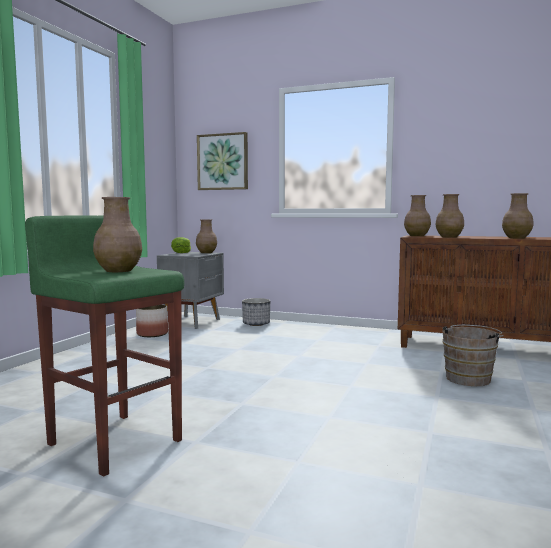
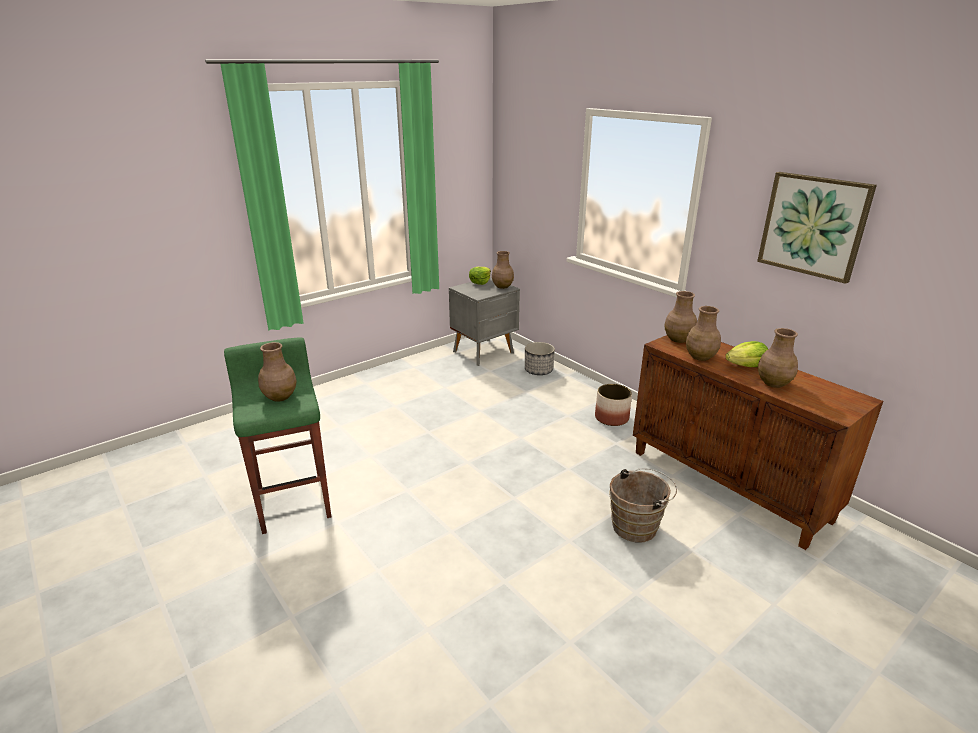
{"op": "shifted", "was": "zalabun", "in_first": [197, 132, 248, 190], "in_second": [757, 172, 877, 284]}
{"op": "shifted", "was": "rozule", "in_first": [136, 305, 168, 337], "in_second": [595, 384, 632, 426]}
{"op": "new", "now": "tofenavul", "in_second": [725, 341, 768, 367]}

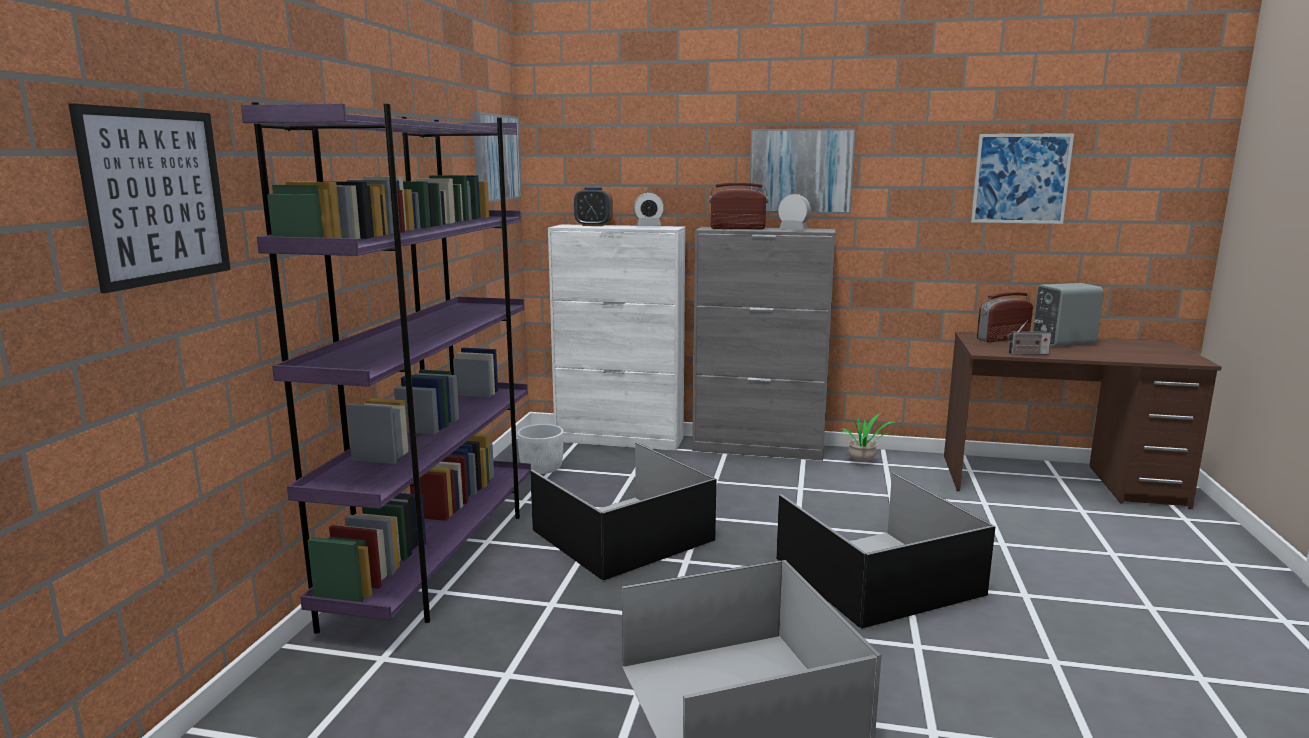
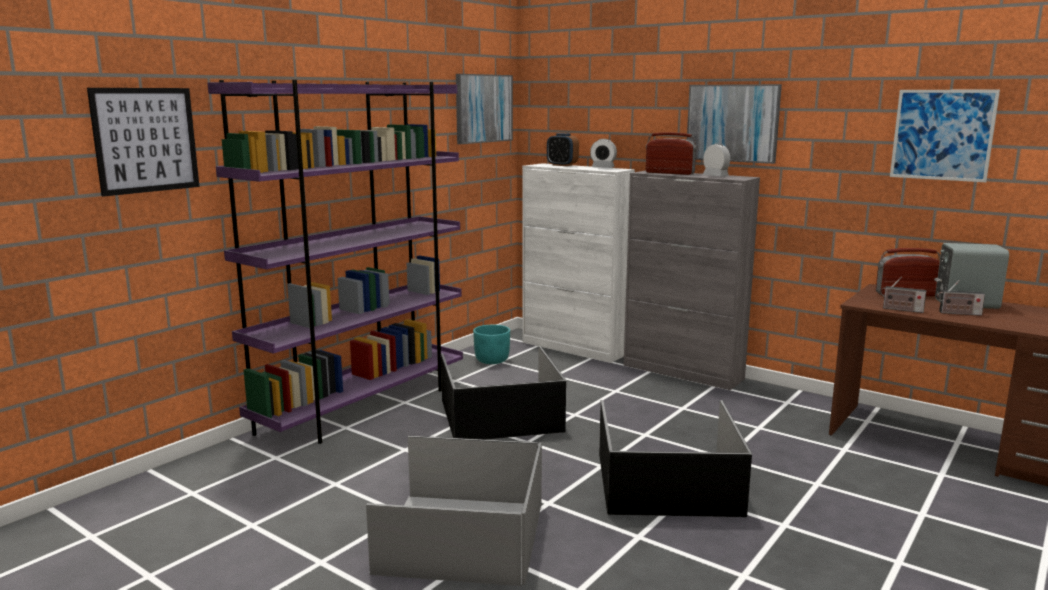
{"op": "gone", "was": "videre", "in_first": [841, 413, 894, 462]}
{"op": "repainted", "was": "white rozule", "now": "turquoise rozule", "in_first": [517, 424, 563, 474], "in_second": [473, 325, 510, 364]}
{"op": "new", "now": "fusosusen", "in_second": [937, 280, 985, 316]}

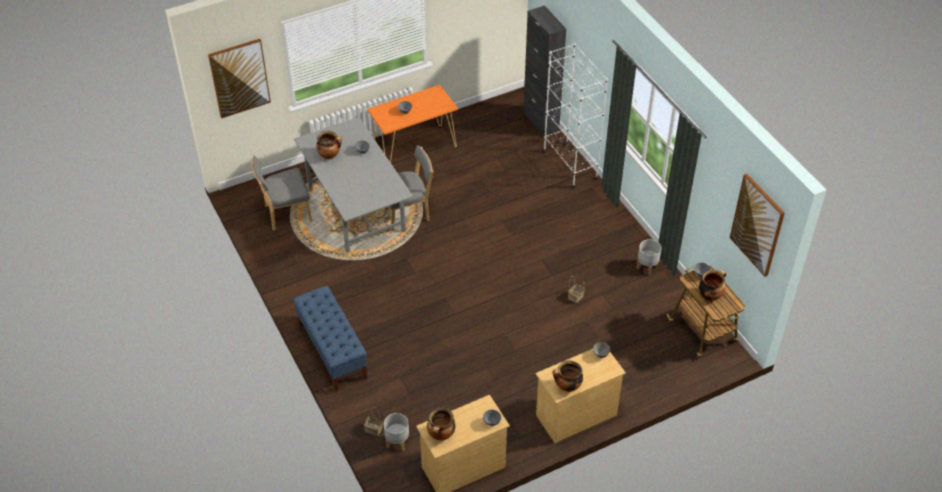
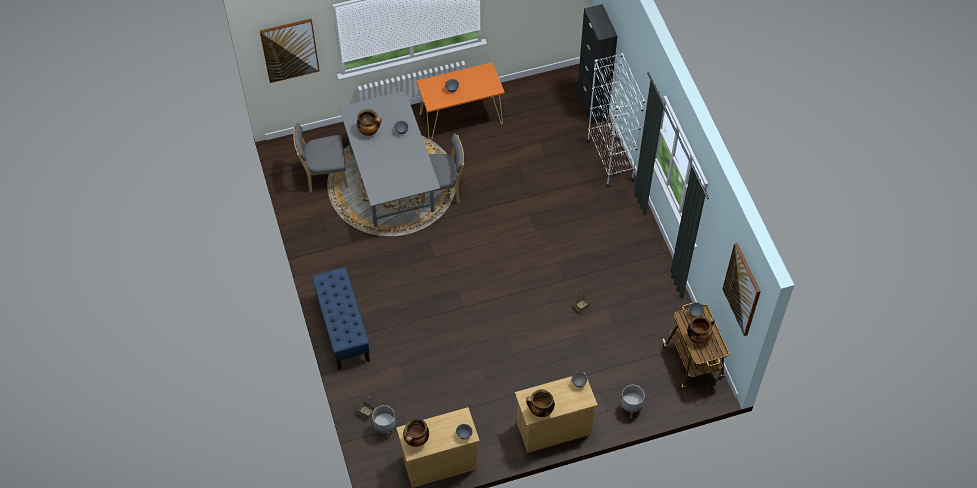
{"op": "shifted", "was": "grey rozule", "in_first": [637, 239, 662, 275], "in_second": [620, 385, 645, 418]}

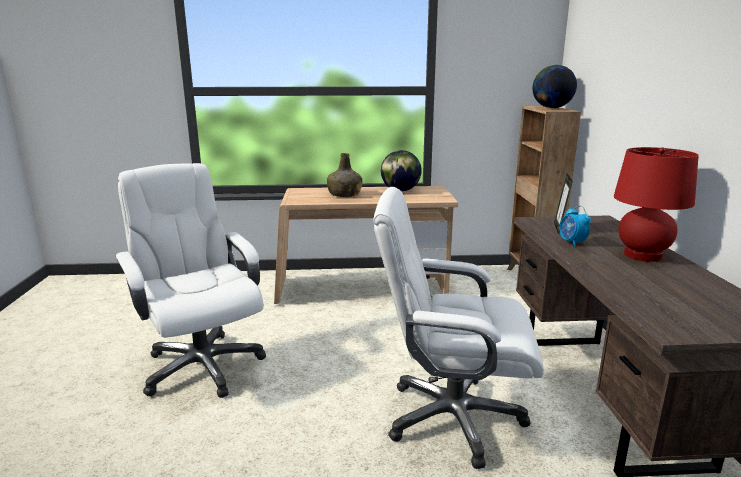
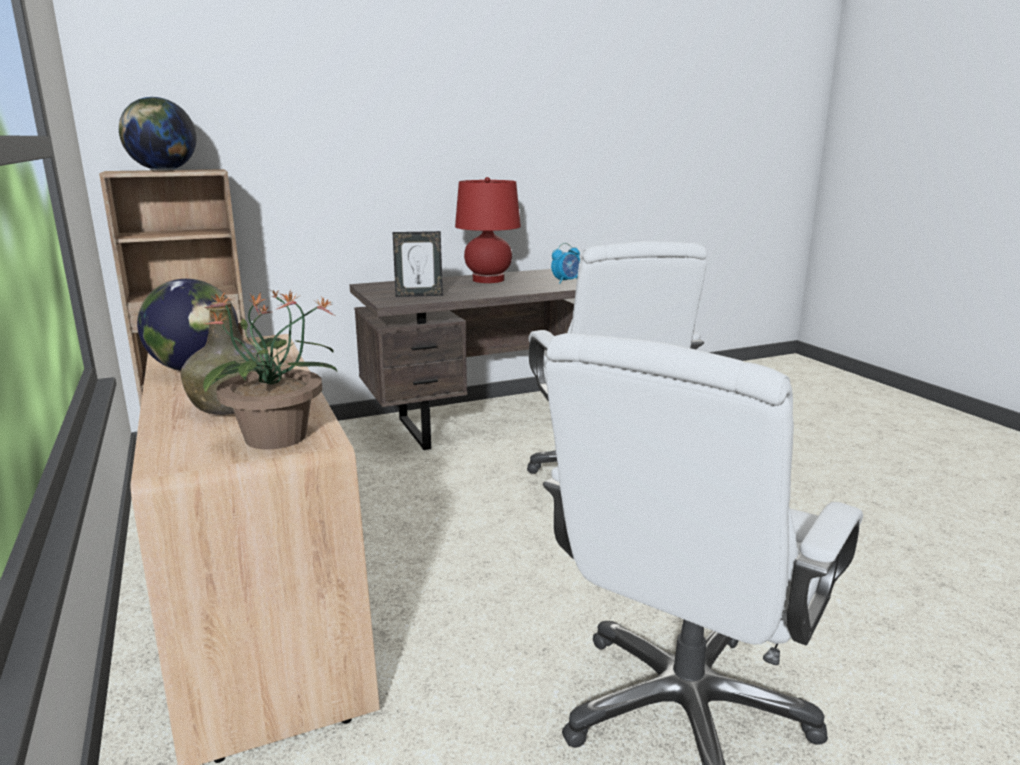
{"op": "shifted", "was": "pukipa", "in_first": [560, 206, 591, 247], "in_second": [551, 243, 580, 283]}
{"op": "new", "now": "videre", "in_second": [203, 290, 338, 449]}

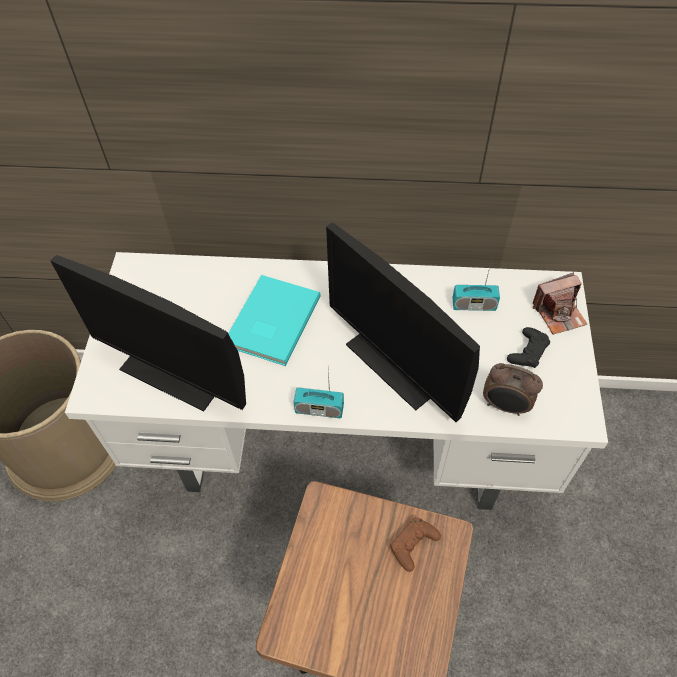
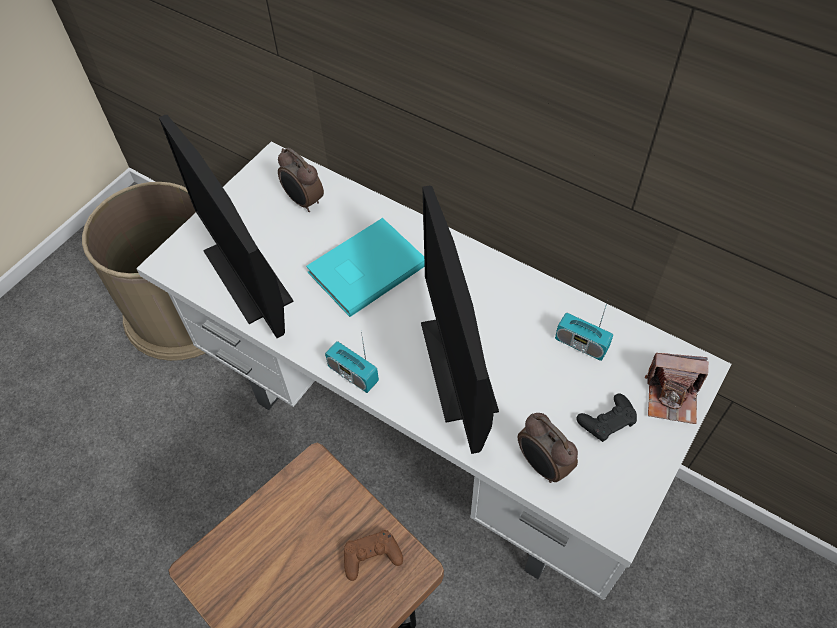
{"op": "new", "now": "pukipa", "in_second": [278, 148, 324, 212]}

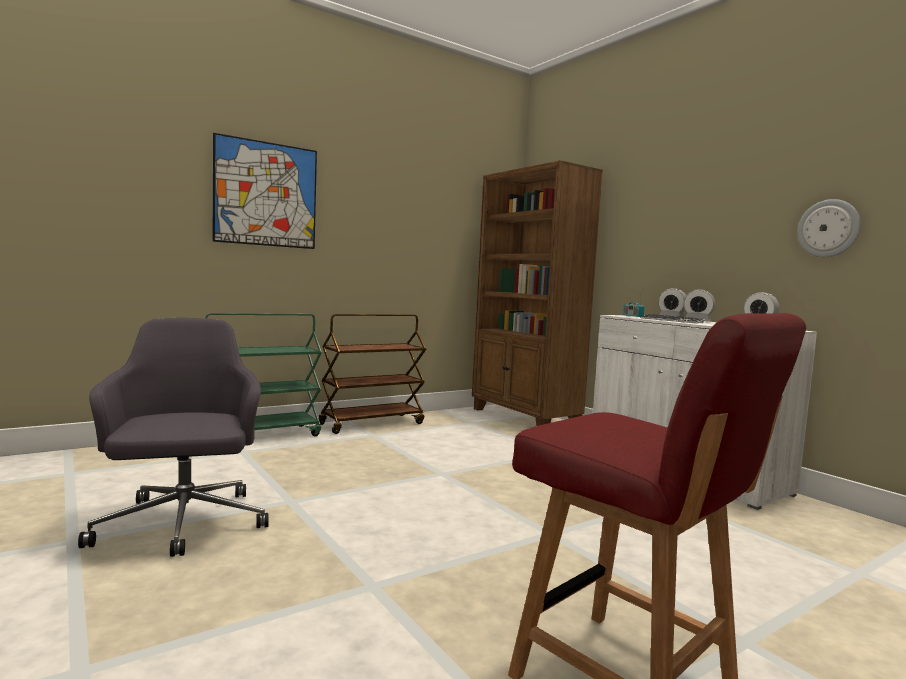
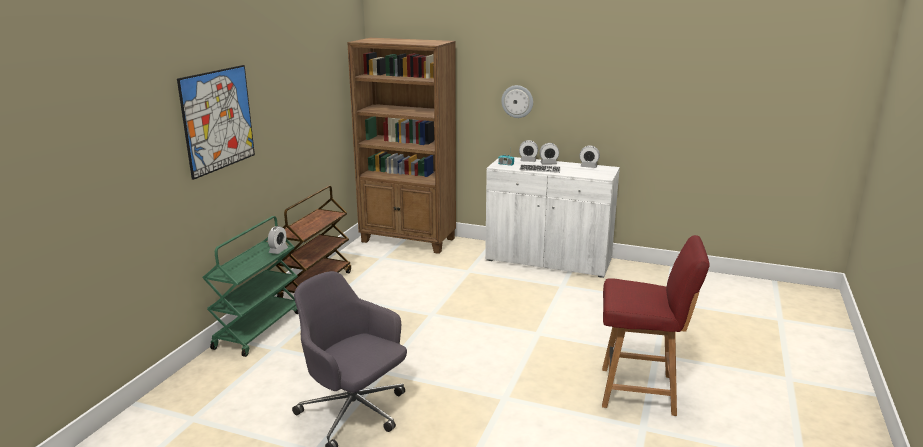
{"op": "shifted", "was": "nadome", "in_first": [797, 199, 861, 257], "in_second": [501, 85, 533, 118]}
{"op": "new", "now": "pukipa", "in_second": [268, 226, 288, 254]}

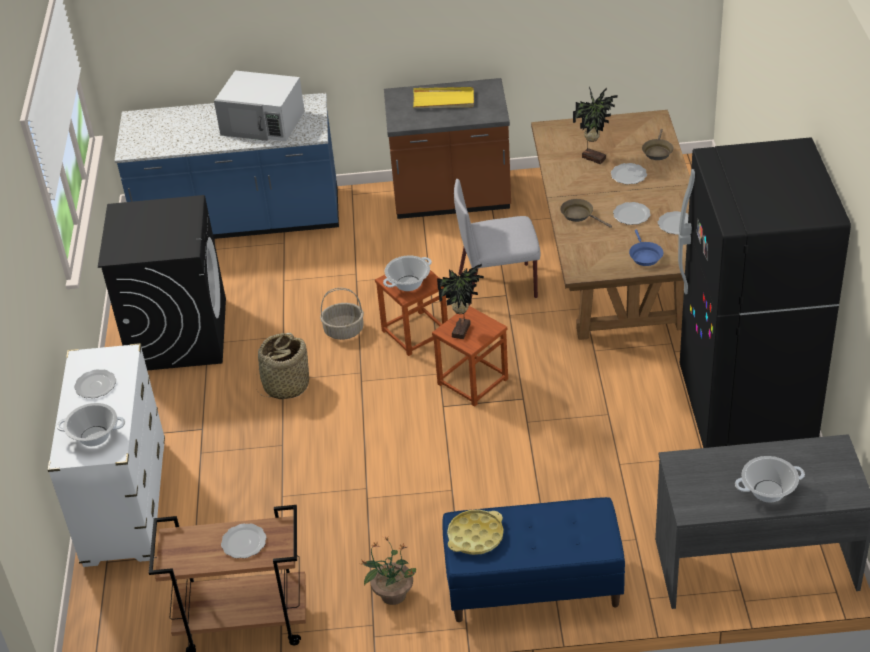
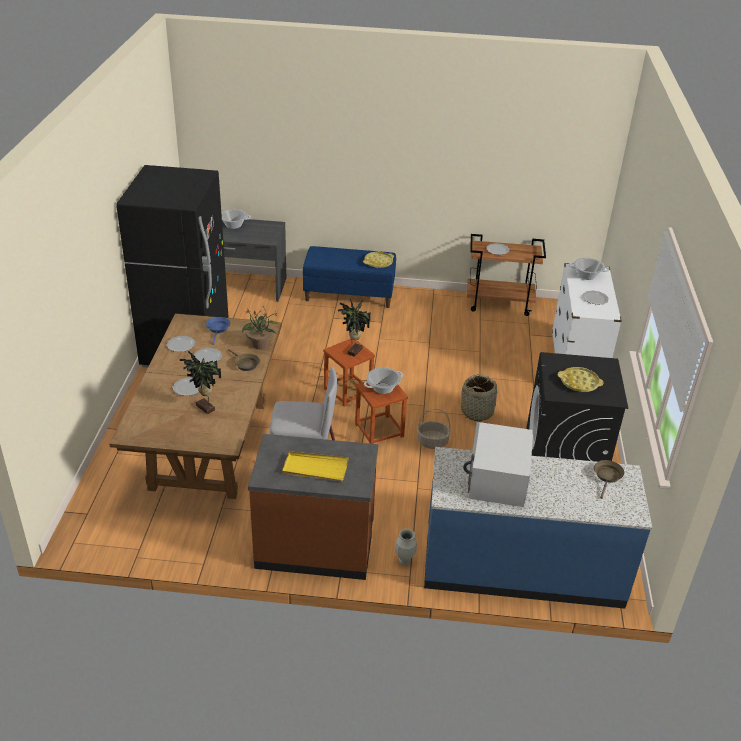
{"op": "rotated", "was": "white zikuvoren", "in_first": [214, 70, 305, 141], "in_second": [463, 422, 533, 507], "clockwise": -105}
{"op": "shifted", "was": "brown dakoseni", "in_first": [642, 129, 674, 160], "in_second": [594, 460, 624, 499]}
{"op": "shifted", "was": "videre", "in_first": [360, 537, 416, 605], "in_second": [242, 306, 278, 349]}
{"op": "new", "now": "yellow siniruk", "in_second": [558, 367, 603, 392]}
{"op": "new", "now": "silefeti", "in_second": [395, 529, 417, 565]}

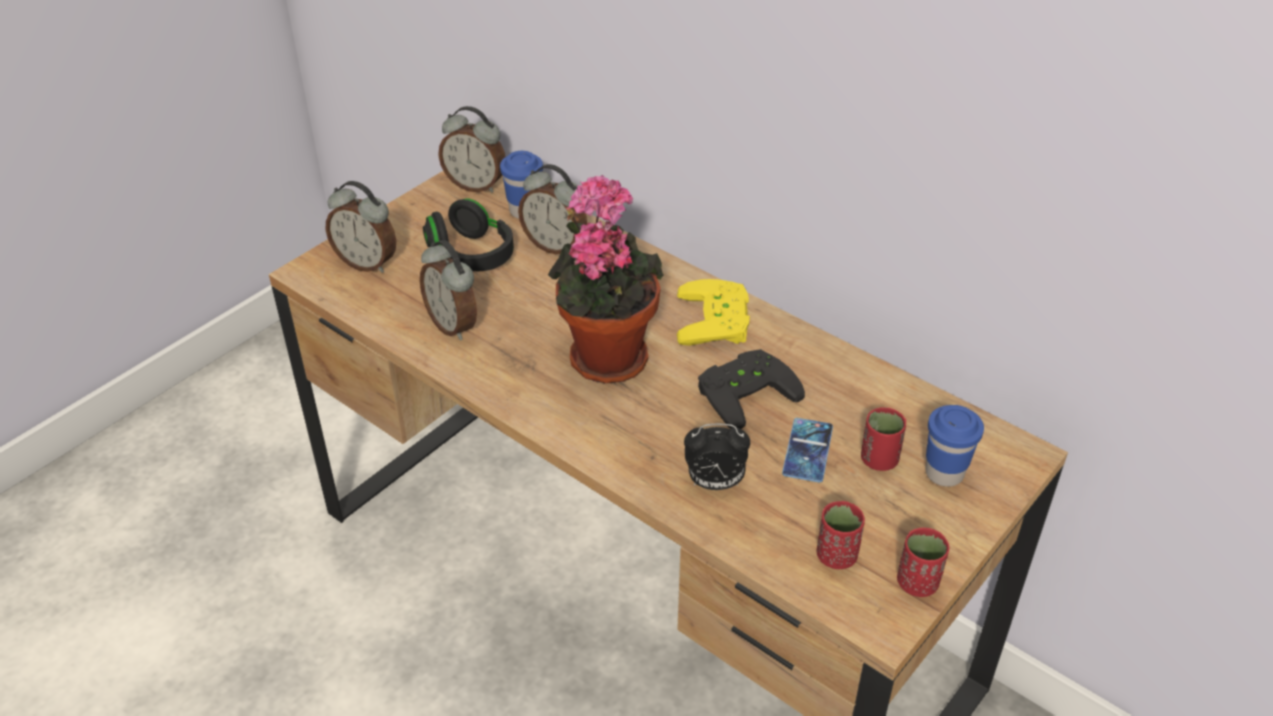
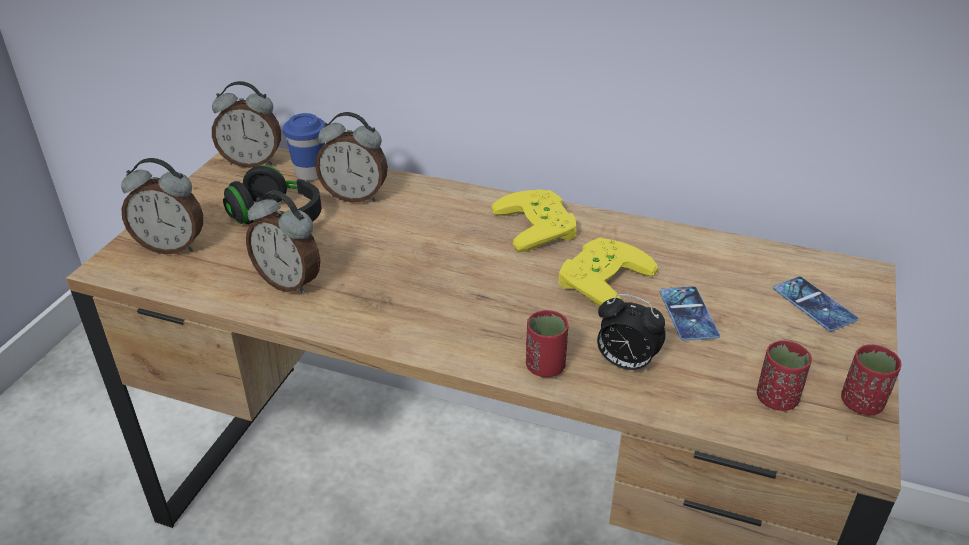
{"op": "gone", "was": "videre", "in_first": [548, 175, 664, 384]}
{"op": "repainted", "was": "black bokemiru", "now": "yellow bokemiru", "in_first": [698, 349, 805, 429], "in_second": [558, 238, 658, 307]}
{"op": "swapped", "was": "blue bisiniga", "now": "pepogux", "in_first": [925, 405, 984, 487], "in_second": [773, 277, 858, 331]}
{"op": "shifted", "was": "red bisiniga", "in_first": [861, 407, 906, 471], "in_second": [526, 310, 569, 377]}
{"op": "rotated", "was": "pukipa", "in_first": [684, 424, 750, 490], "in_second": [597, 294, 666, 372], "clockwise": 45}

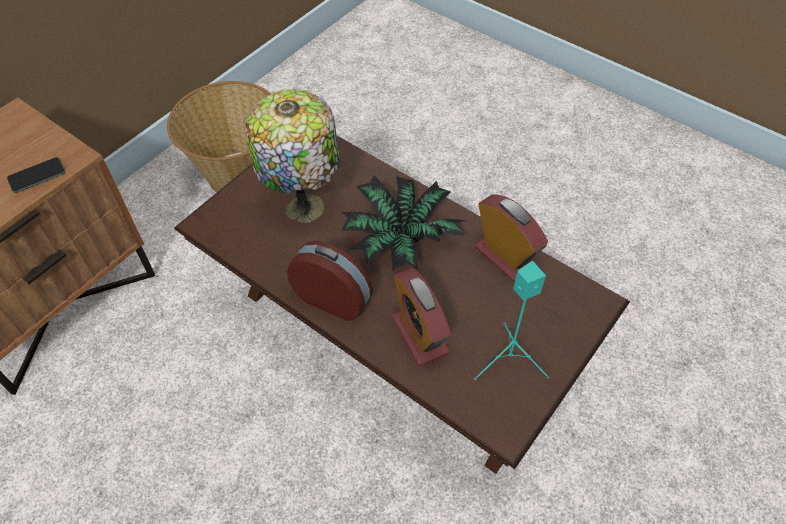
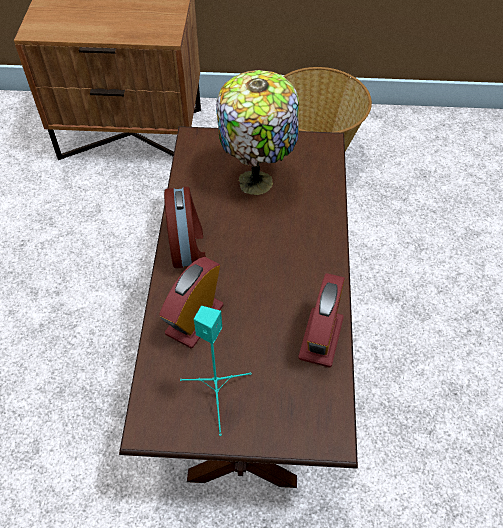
{"op": "gone", "was": "pepogux", "in_first": [7, 157, 65, 193]}
{"op": "gone", "was": "videre", "in_first": [341, 175, 465, 271]}

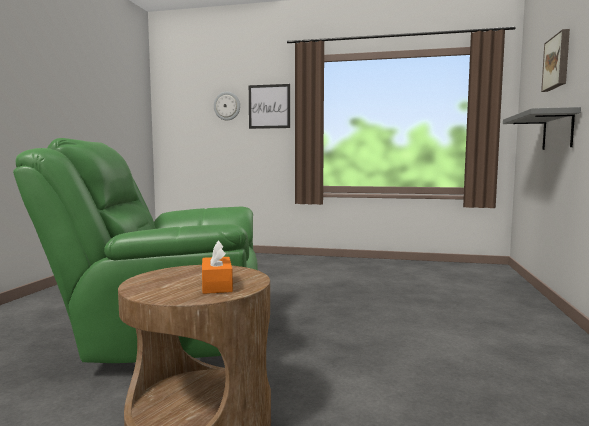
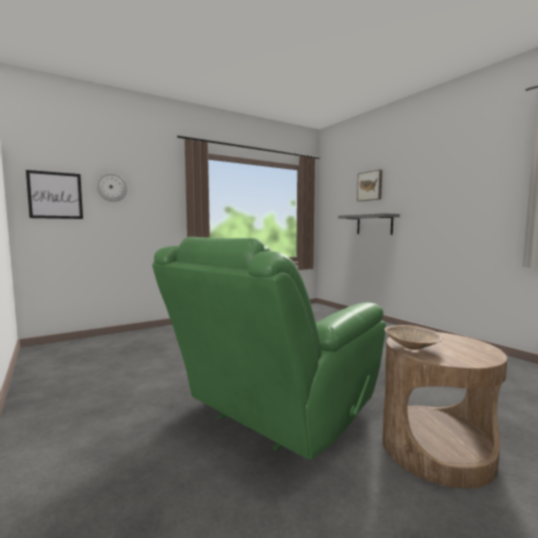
{"op": "shifted", "was": "zalabun", "in_first": [249, 84, 290, 129], "in_second": [26, 170, 83, 219]}
{"op": "gone", "was": "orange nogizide", "in_first": [202, 241, 233, 294]}
{"op": "new", "now": "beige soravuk", "in_second": [384, 325, 443, 350]}

